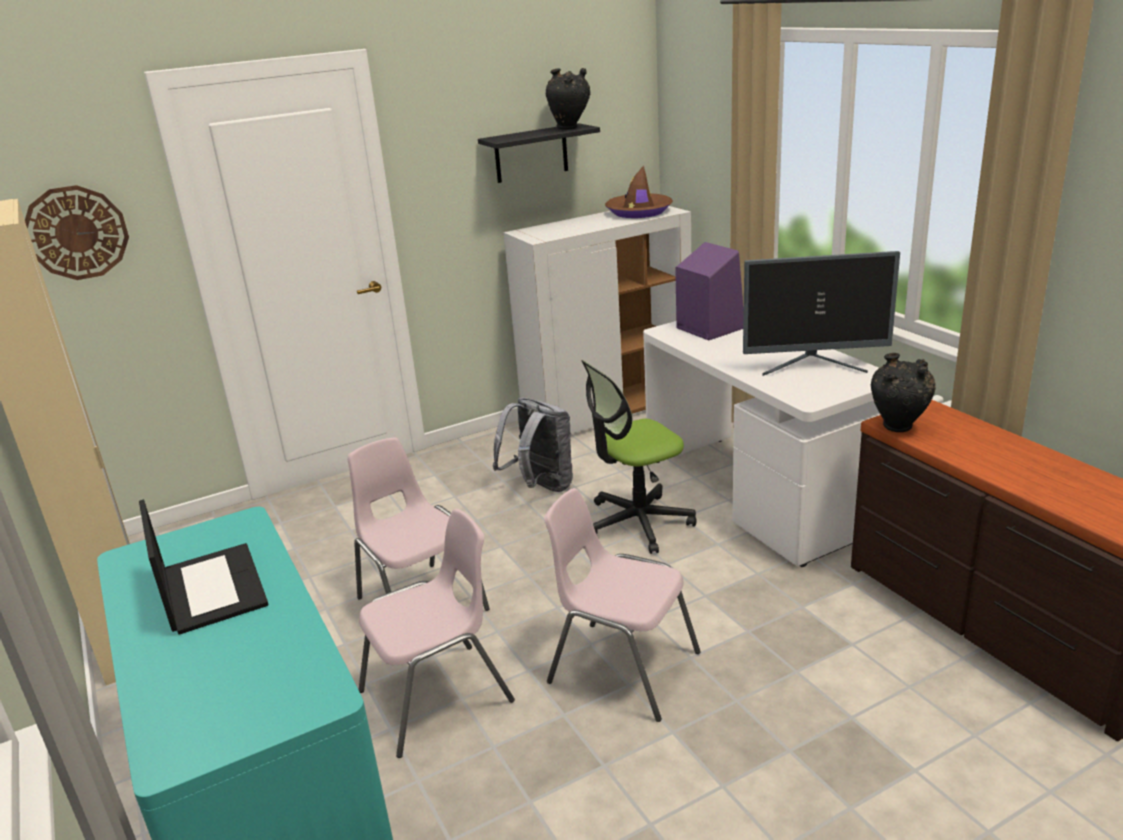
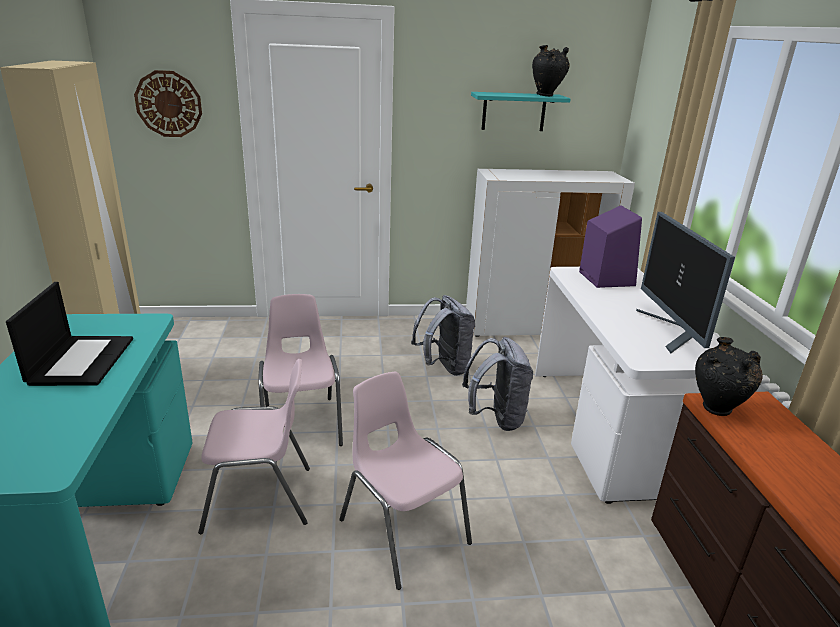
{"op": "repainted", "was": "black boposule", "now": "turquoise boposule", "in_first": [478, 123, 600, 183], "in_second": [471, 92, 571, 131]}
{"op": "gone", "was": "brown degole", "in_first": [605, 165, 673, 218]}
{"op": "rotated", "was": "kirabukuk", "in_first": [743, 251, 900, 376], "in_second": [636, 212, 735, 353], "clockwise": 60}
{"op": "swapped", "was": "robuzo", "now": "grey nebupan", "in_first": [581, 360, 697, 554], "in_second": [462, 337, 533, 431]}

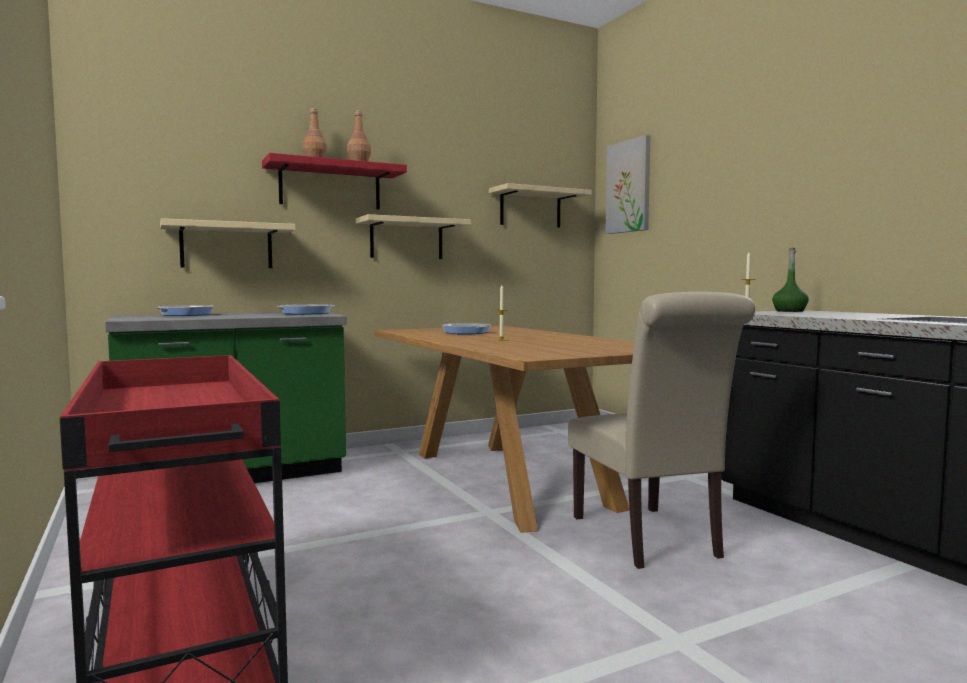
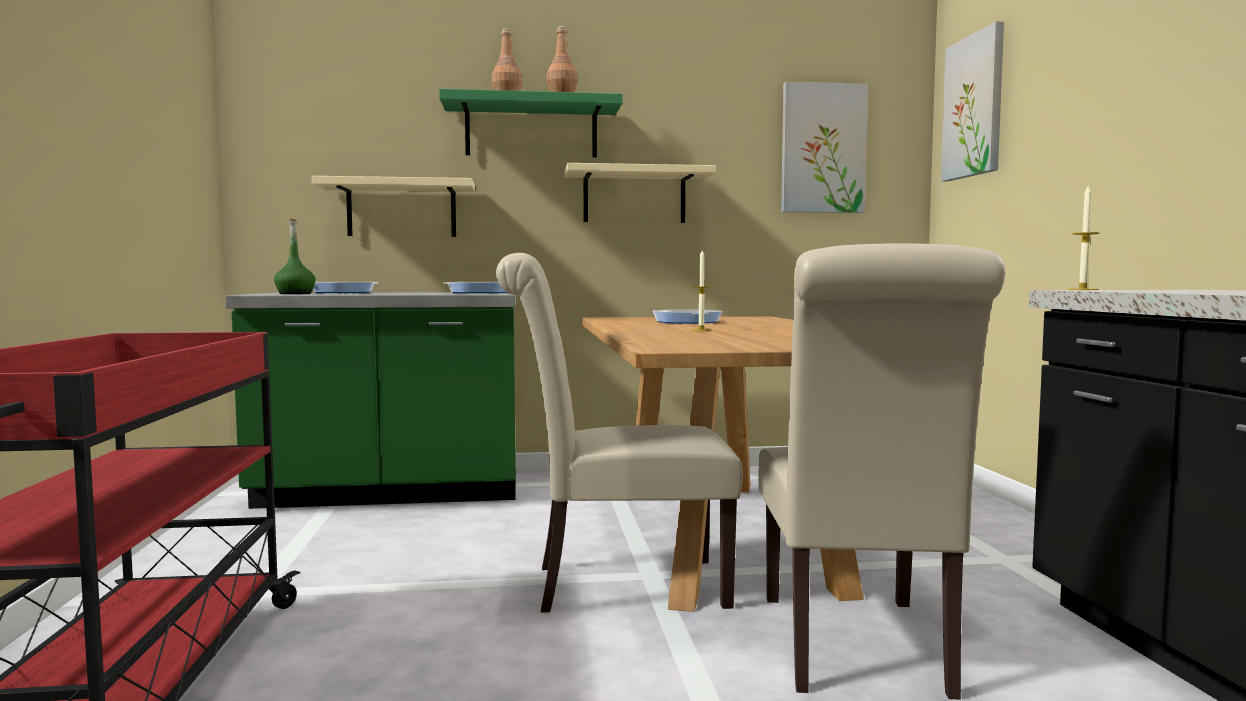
{"op": "repainted", "was": "red boposule", "now": "green boposule", "in_first": [262, 153, 407, 209], "in_second": [439, 89, 622, 158]}
{"op": "swapped", "was": "beige boposule", "now": "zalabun", "in_first": [489, 183, 591, 228], "in_second": [781, 81, 868, 213]}
{"op": "shifted", "was": "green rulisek", "in_first": [772, 248, 809, 312], "in_second": [274, 219, 316, 294]}
{"op": "new", "now": "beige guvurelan", "in_second": [496, 253, 743, 613]}

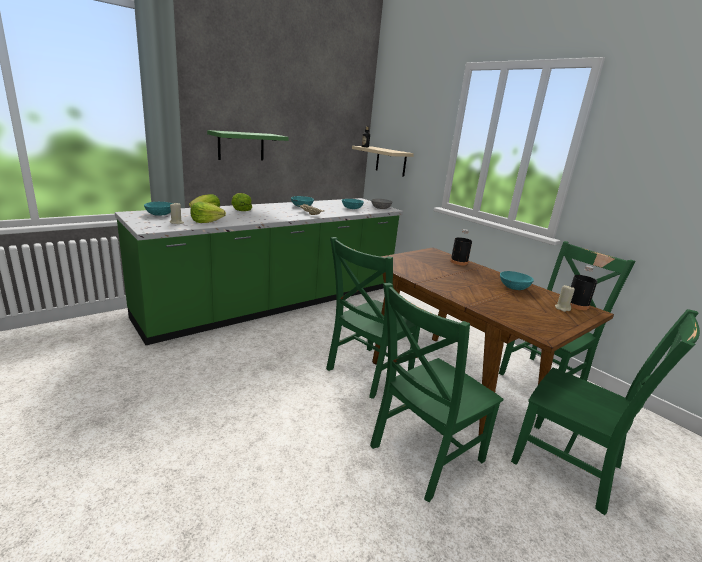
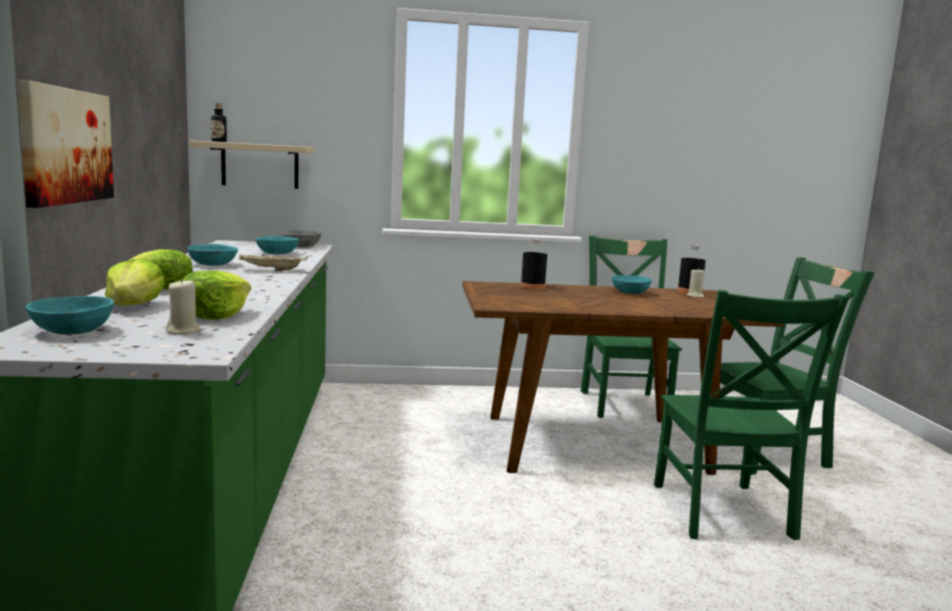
{"op": "swapped", "was": "green boposule", "now": "zalabun", "in_first": [207, 130, 289, 161], "in_second": [17, 80, 114, 208]}
{"op": "gone", "was": "green guvurelan", "in_first": [326, 237, 420, 399]}

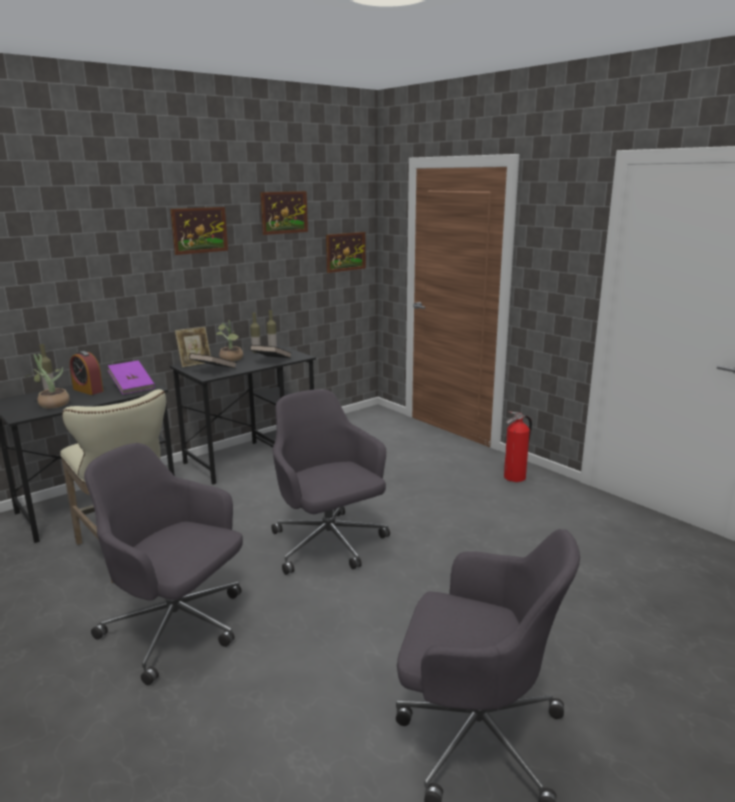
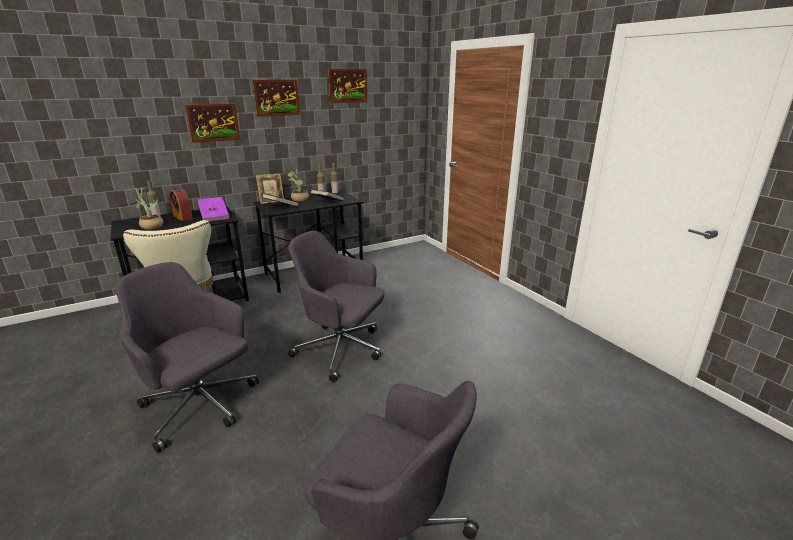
{"op": "shifted", "was": "zalabun", "in_first": [326, 232, 366, 273], "in_second": [185, 103, 240, 143]}
{"op": "rotated", "was": "grey robuzo", "in_first": [271, 389, 390, 575], "in_second": [288, 231, 384, 382], "clockwise": -45}
{"op": "gone", "was": "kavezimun", "in_first": [504, 411, 532, 482]}

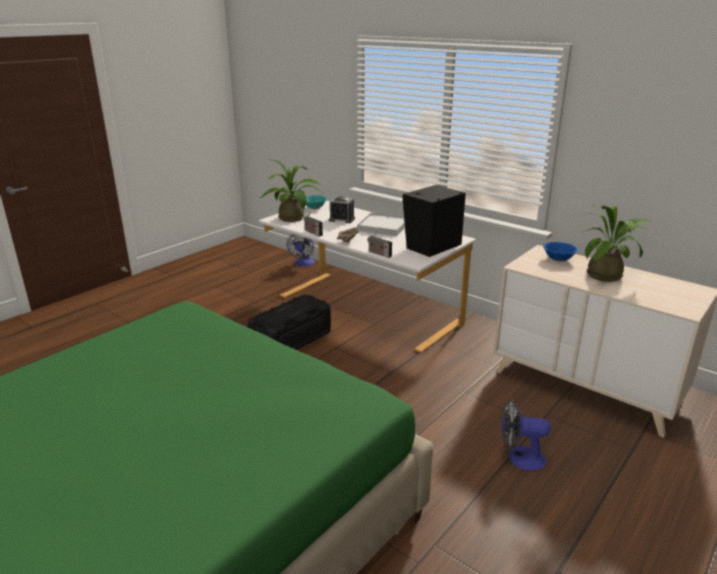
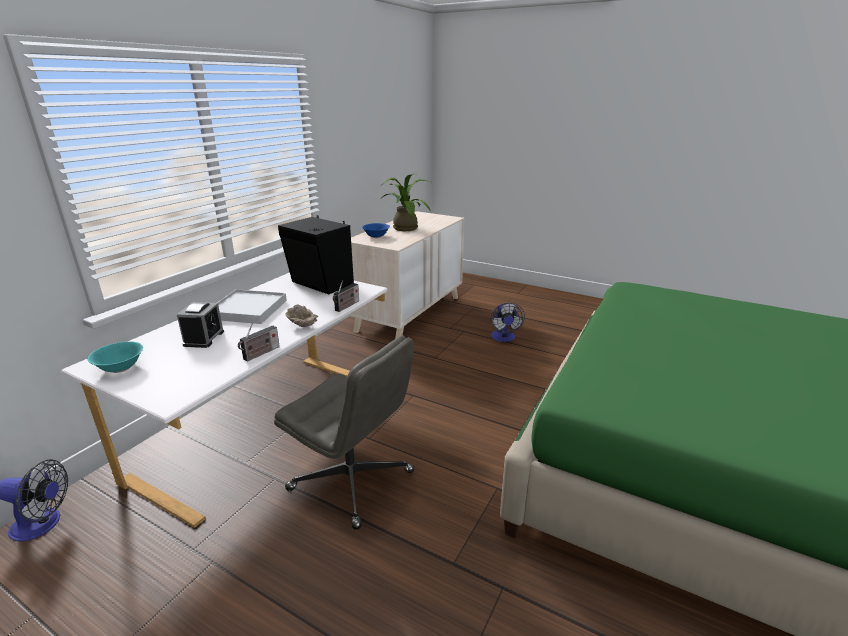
{"op": "gone", "was": "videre", "in_first": [260, 159, 323, 222]}
{"op": "swapped", "was": "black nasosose", "now": "grey robuzo", "in_first": [248, 295, 331, 350], "in_second": [274, 335, 415, 530]}

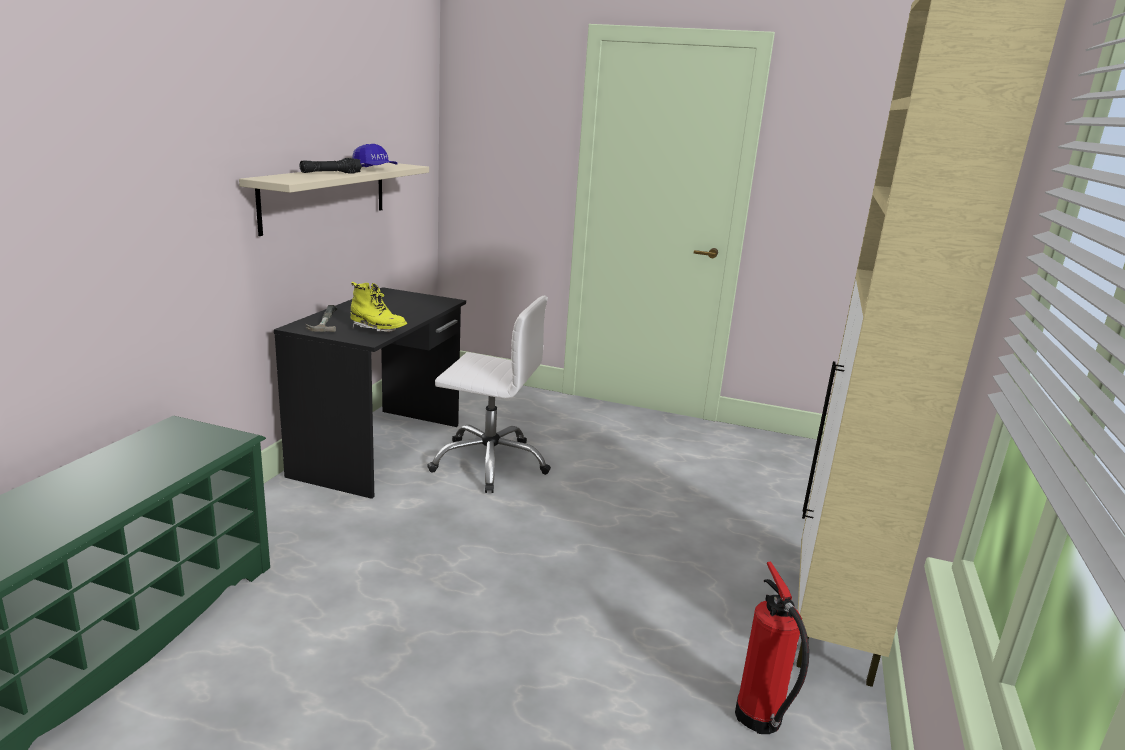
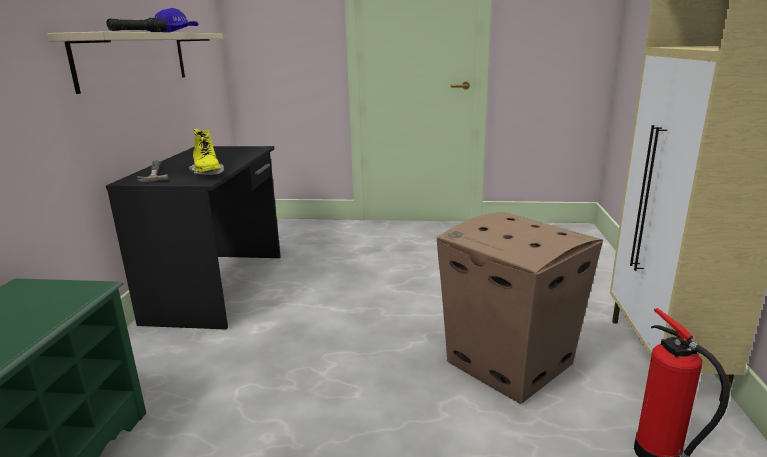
{"op": "rotated", "was": "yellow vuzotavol", "in_first": [351, 282, 407, 332], "in_second": [189, 129, 224, 175], "clockwise": 45}
{"op": "gone", "was": "white robuzo", "in_first": [427, 296, 551, 493]}
{"op": "new", "now": "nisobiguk", "in_second": [437, 213, 603, 404]}

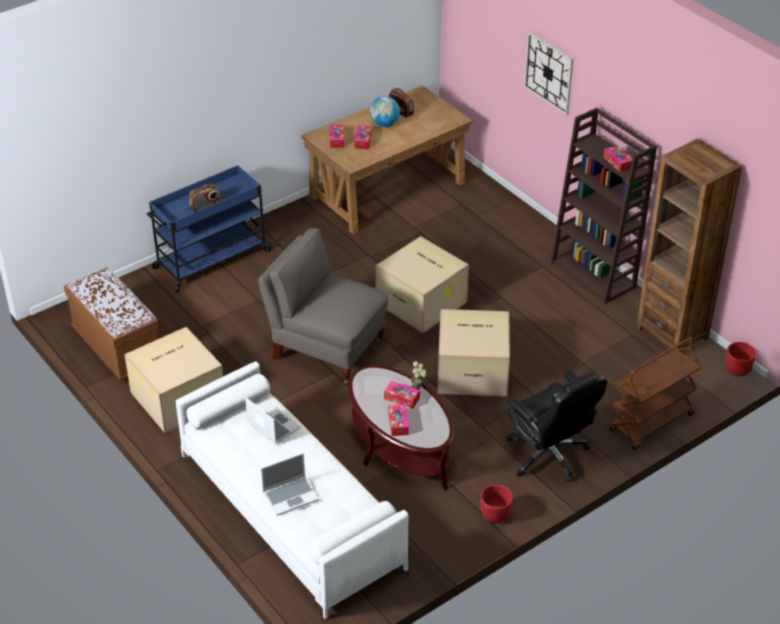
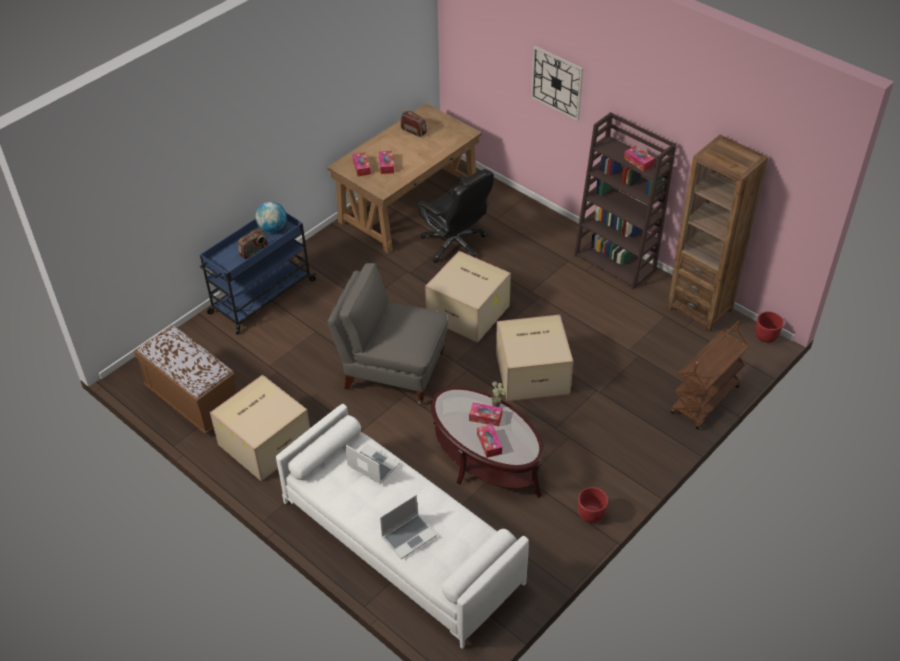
{"op": "shifted", "was": "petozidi", "in_first": [370, 96, 400, 127], "in_second": [255, 201, 287, 232]}
{"op": "shifted", "was": "black robuzo", "in_first": [507, 371, 607, 482], "in_second": [418, 169, 494, 263]}

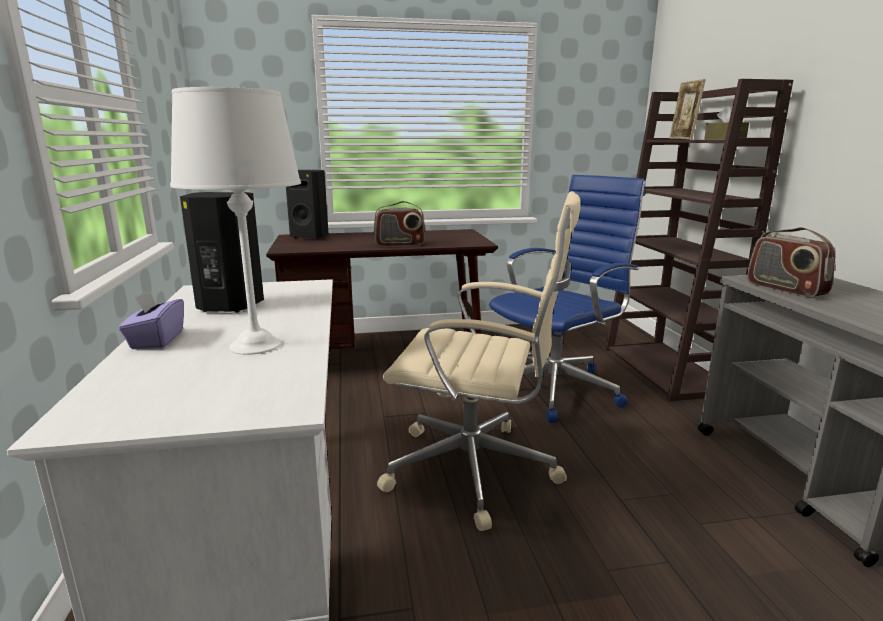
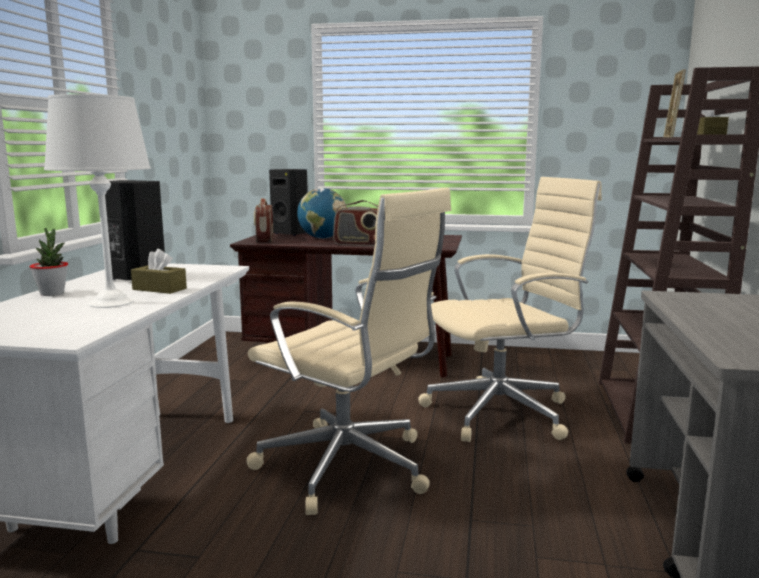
{"op": "repainted", "was": "blue robuzo", "now": "beige robuzo", "in_first": [489, 175, 645, 423], "in_second": [418, 177, 602, 442]}
{"op": "shifted", "was": "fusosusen", "in_first": [747, 227, 835, 297], "in_second": [254, 198, 273, 243]}
{"op": "swapped", "was": "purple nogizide", "now": "videre", "in_first": [119, 290, 184, 349], "in_second": [30, 228, 68, 296]}
{"op": "new", "now": "petozidi", "in_second": [297, 188, 347, 238]}
{"op": "new", "now": "brown nogizide", "in_second": [131, 249, 187, 294]}

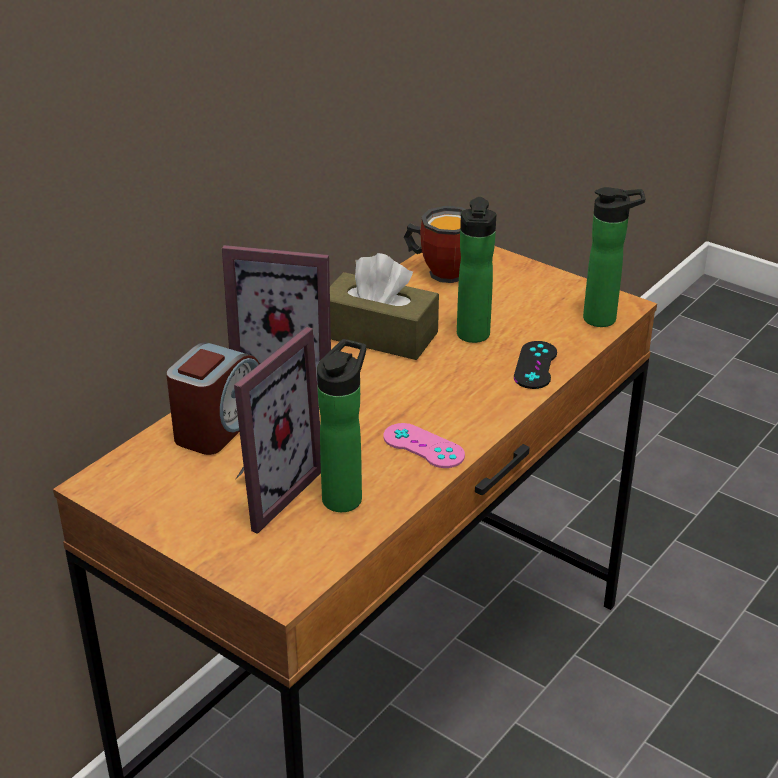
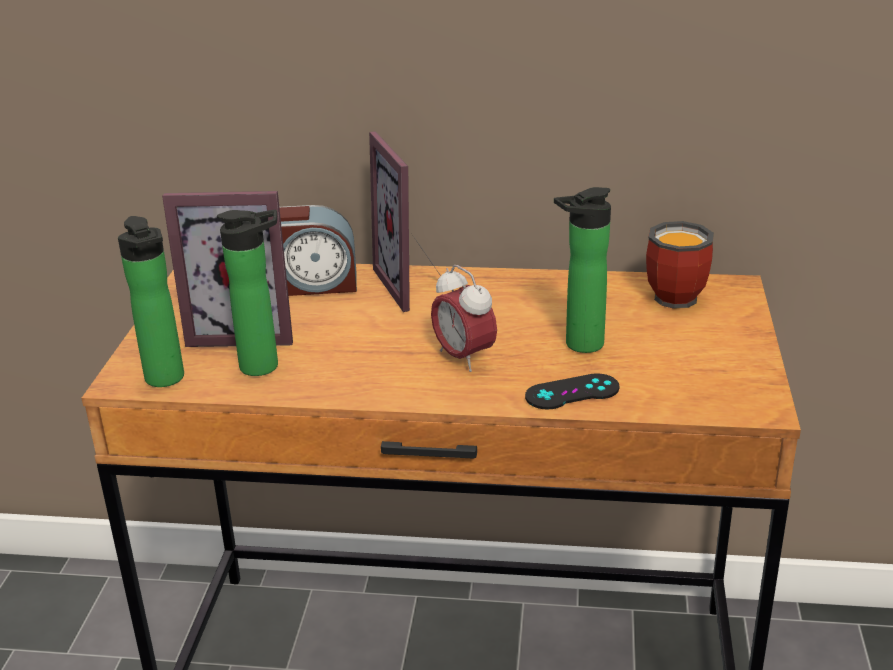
{"op": "shifted", "was": "rulisek", "in_first": [583, 187, 646, 327], "in_second": [118, 216, 184, 387]}
{"op": "gone", "was": "brown nogizide", "in_first": [330, 253, 439, 360]}
{"op": "gone", "was": "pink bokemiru", "in_first": [383, 423, 465, 468]}
{"op": "new", "now": "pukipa", "in_second": [431, 265, 497, 372]}

